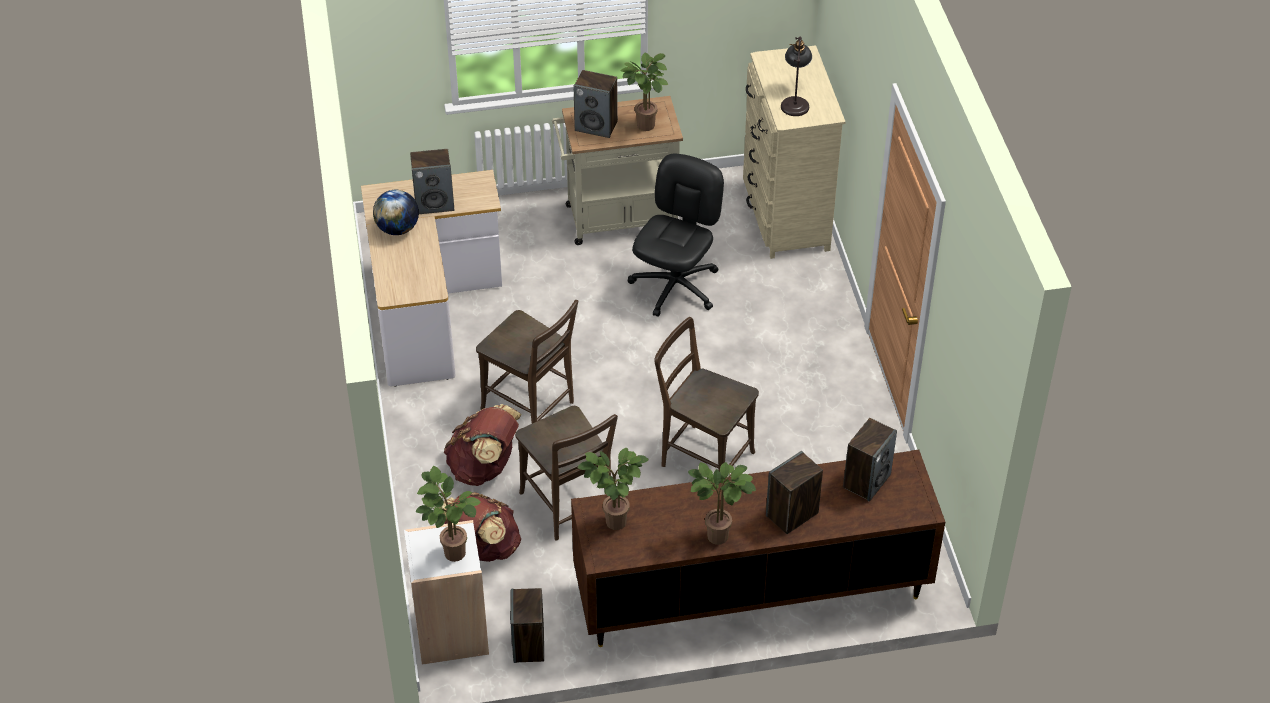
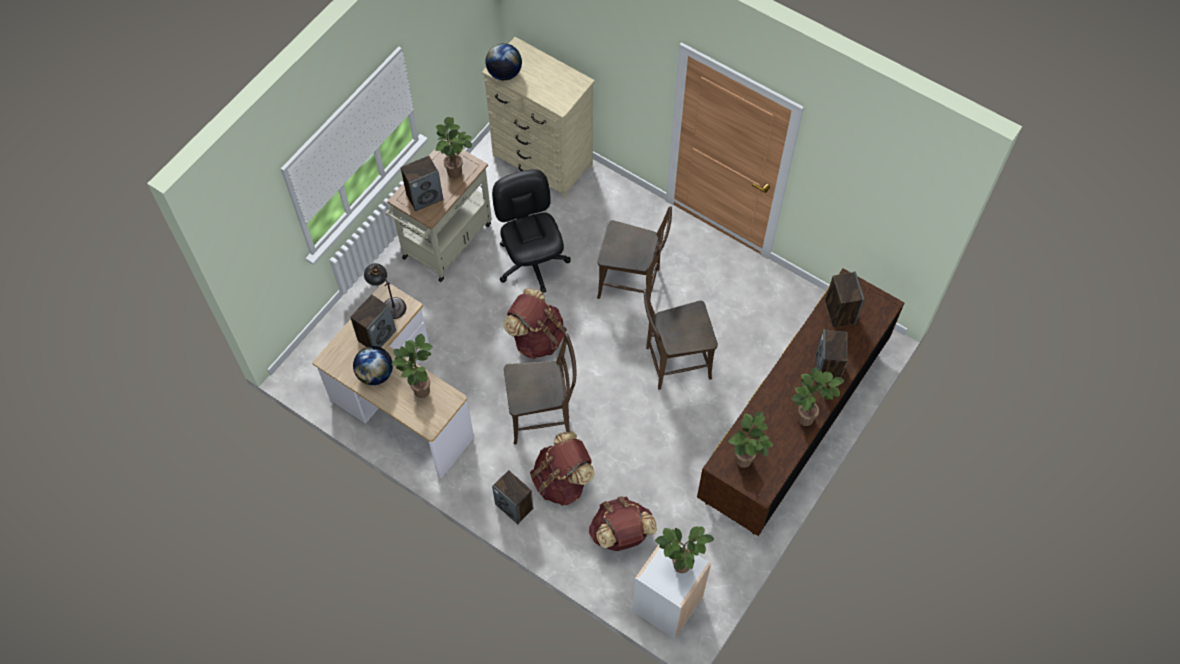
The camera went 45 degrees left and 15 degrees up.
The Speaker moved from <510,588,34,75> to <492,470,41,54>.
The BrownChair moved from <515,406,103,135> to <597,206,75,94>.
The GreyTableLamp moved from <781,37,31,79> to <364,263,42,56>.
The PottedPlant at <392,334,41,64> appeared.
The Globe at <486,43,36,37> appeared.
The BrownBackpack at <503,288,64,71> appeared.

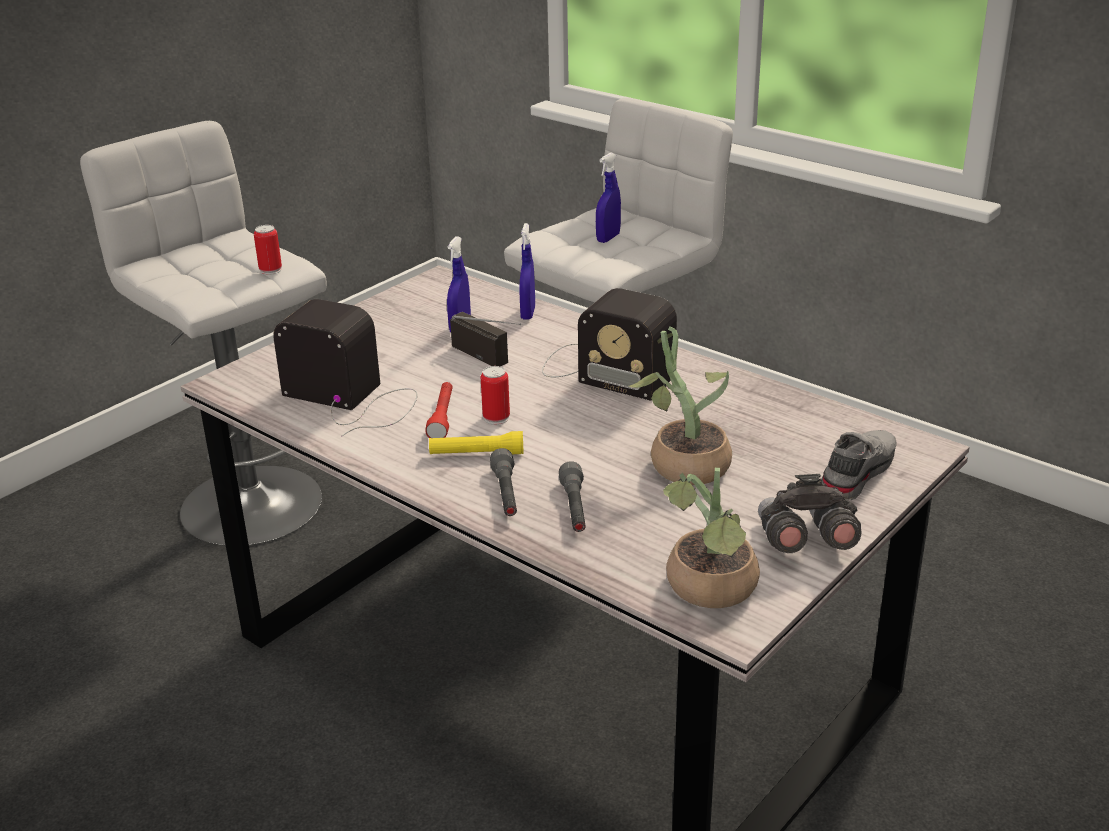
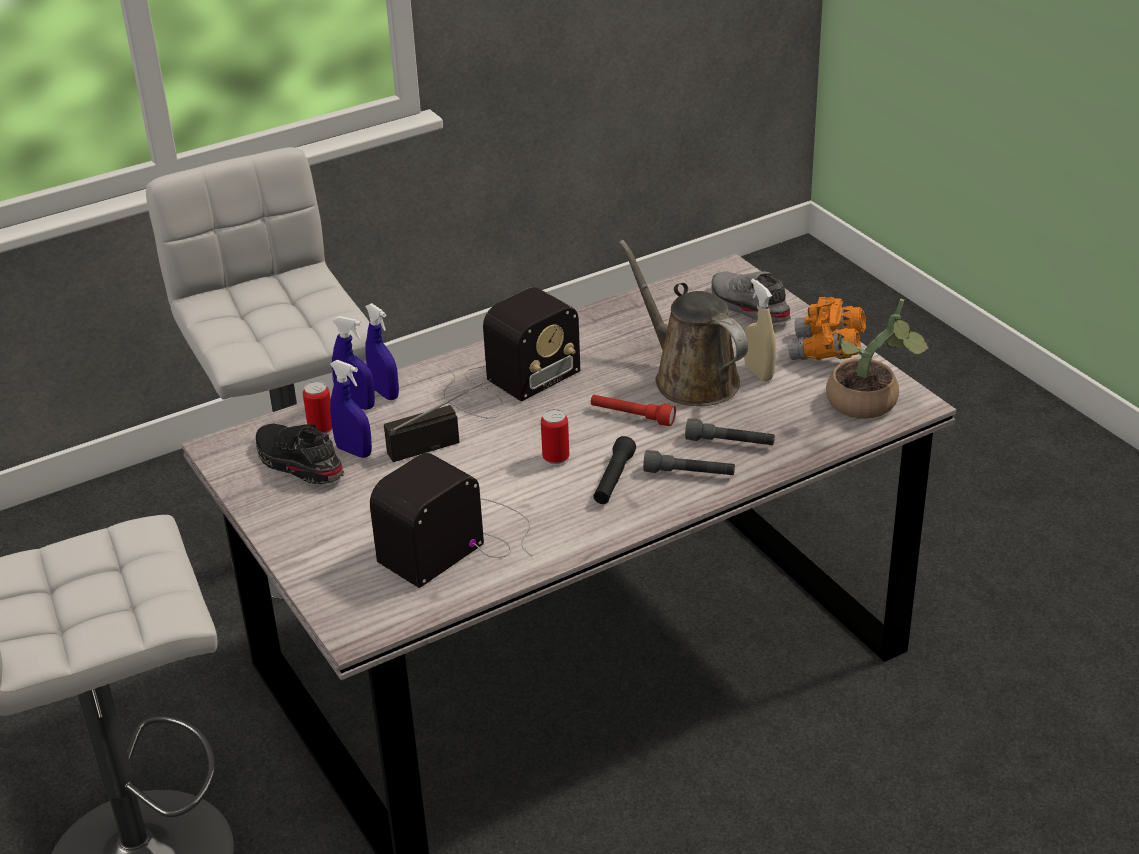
The camera went 70 degrees left and 5 degrees up.
The Can moved from <254,225,28,50> to <303,381,30,54>.
The RedFlashlight moved from <425,382,27,56> to <591,395,85,31>.
The YellowFlashlight at <429,431,95,23> became the BlackFlashlight at <593,436,43,68>.
The BlueSprayBottle moved from <596,152,25,91> to <365,303,34,97>.
The PottedPlant at <628,326,104,159> was replaced by the BrownWateringCan at <619,240,129,166>.
The GreyBinoculars at <758,474,104,79> became the OrangeBinoculars at <788,297,78,63>.
The BlackShoe at <256,424,88,60> appeared.
The BeigeSprayBottle at <744,279,32,102> appeared.

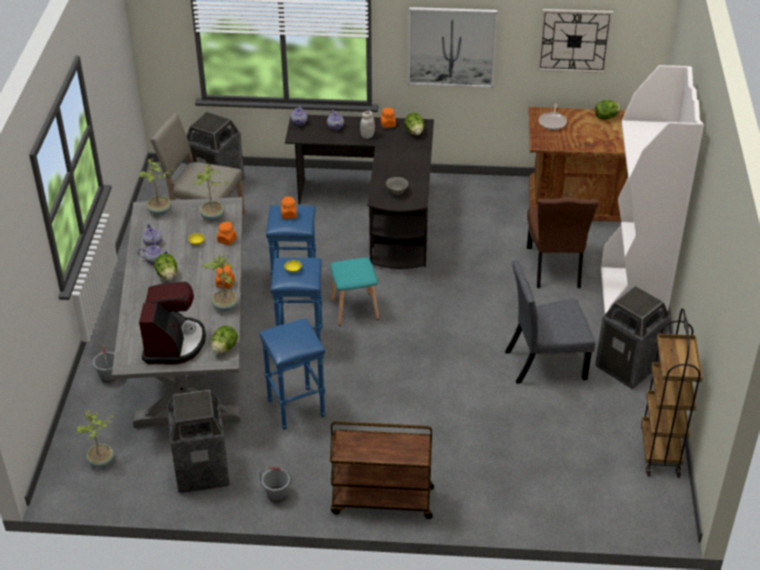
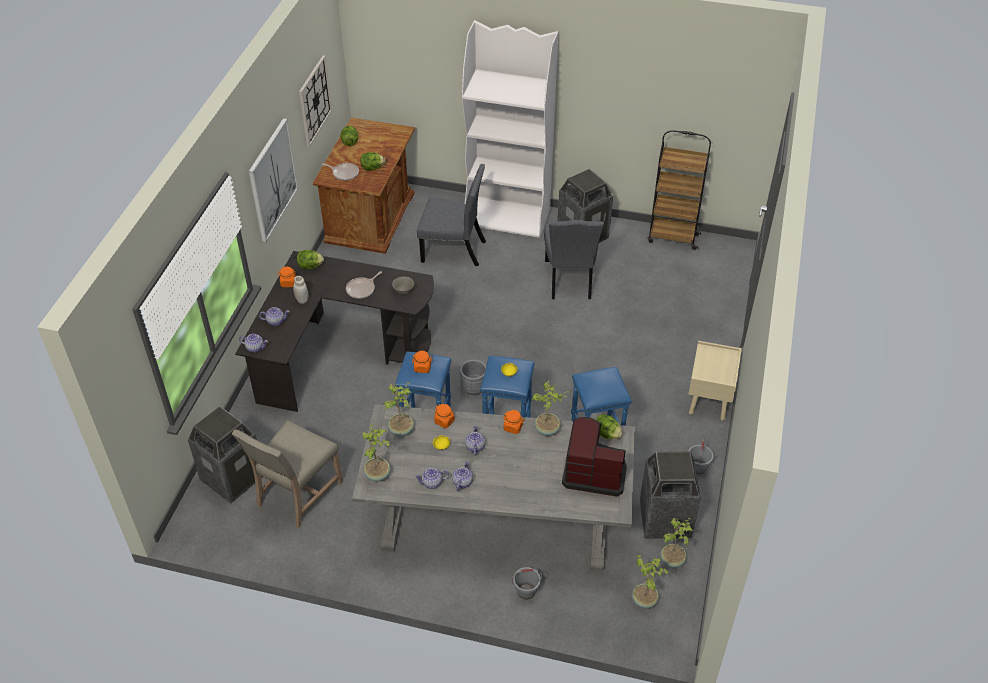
The camera went 80 degrees left and 5 degrees up.
The Lettuce moved from <154,254,23,26> to <361,152,24,19>.
The TurquoiseStool at <330,257,49,69> was replaced by the GreyPlanter at <460,359,26,36>.
The BrownCart at <330,421,104,98> was replaced by the BeigeNightstand at <688,341,54,80>.
The BrownChair at <527,197,72,91> became the GreyChair at <417,164,69,102>.
The FryingPan at <346,271,36,28> appeared.
The Teapot at <465,425,20,31> appeared.
The PottedPlant at <661,518,32,50> appeared.

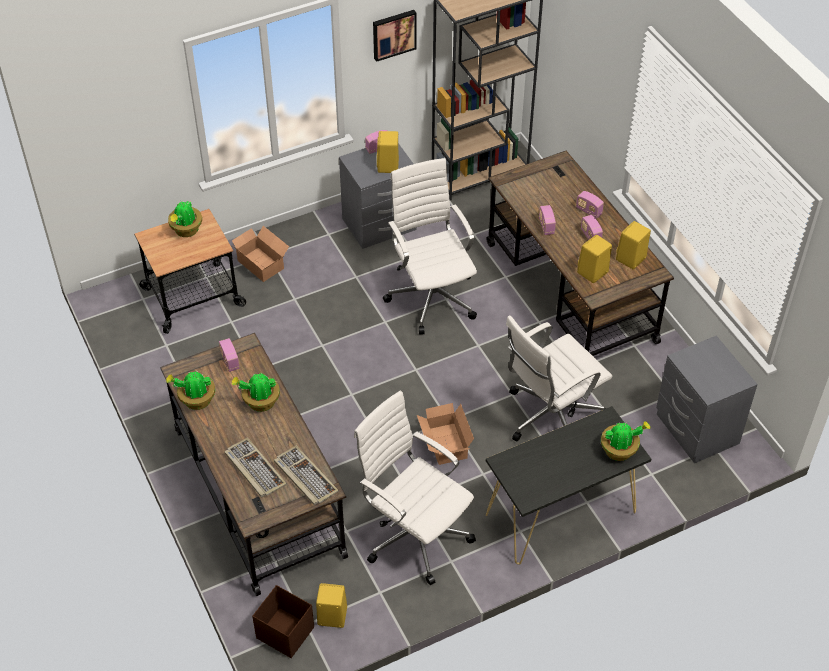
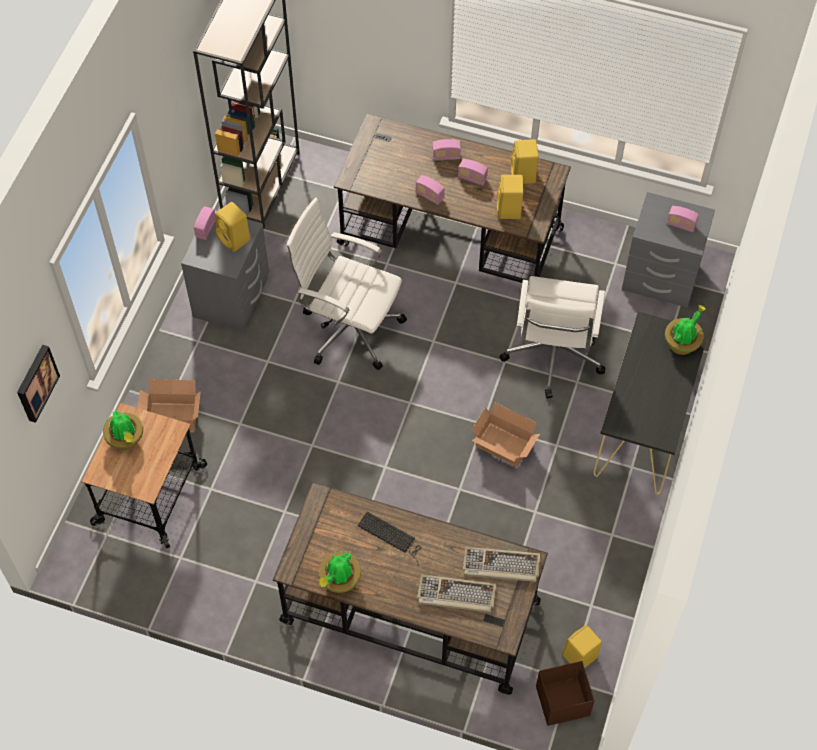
The camera went 45 degrees left and 10 degrees up.
The Radio moved from <219,338,20,34> to <667,206,32,26>.
The PottedPlant at <231,373,49,39> was replaced by the Keyboard at <358,512,64,54>.
The WhiteOfficeChair at <354,391,122,194> disappeared.
The Picture moved from <373,10,44,52> to <17,345,43,78>.

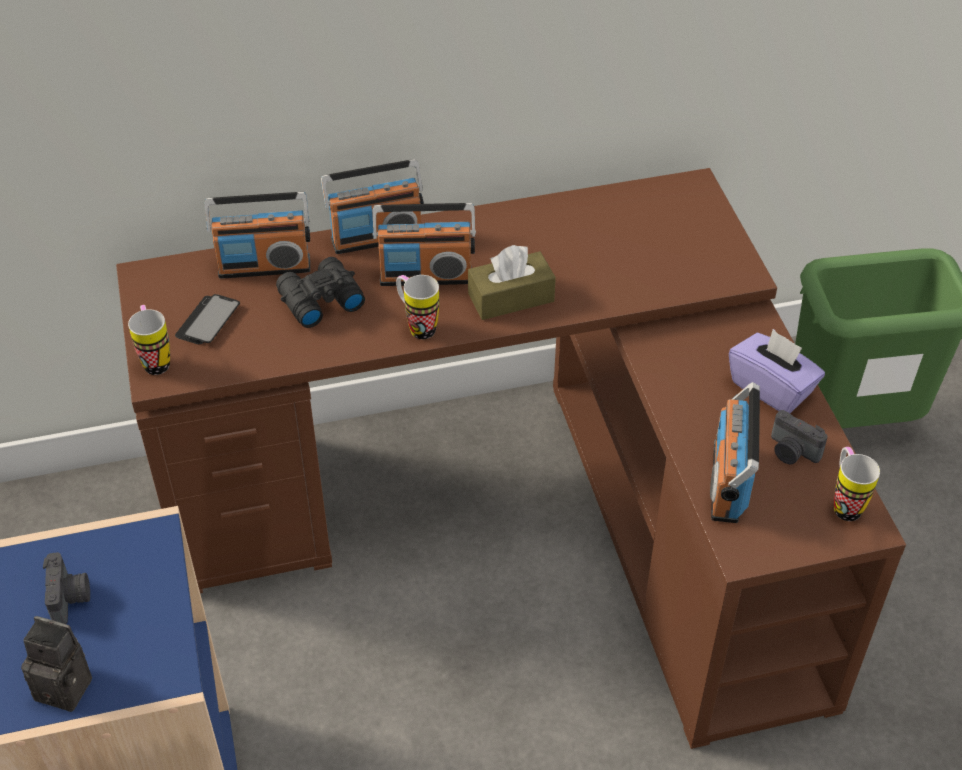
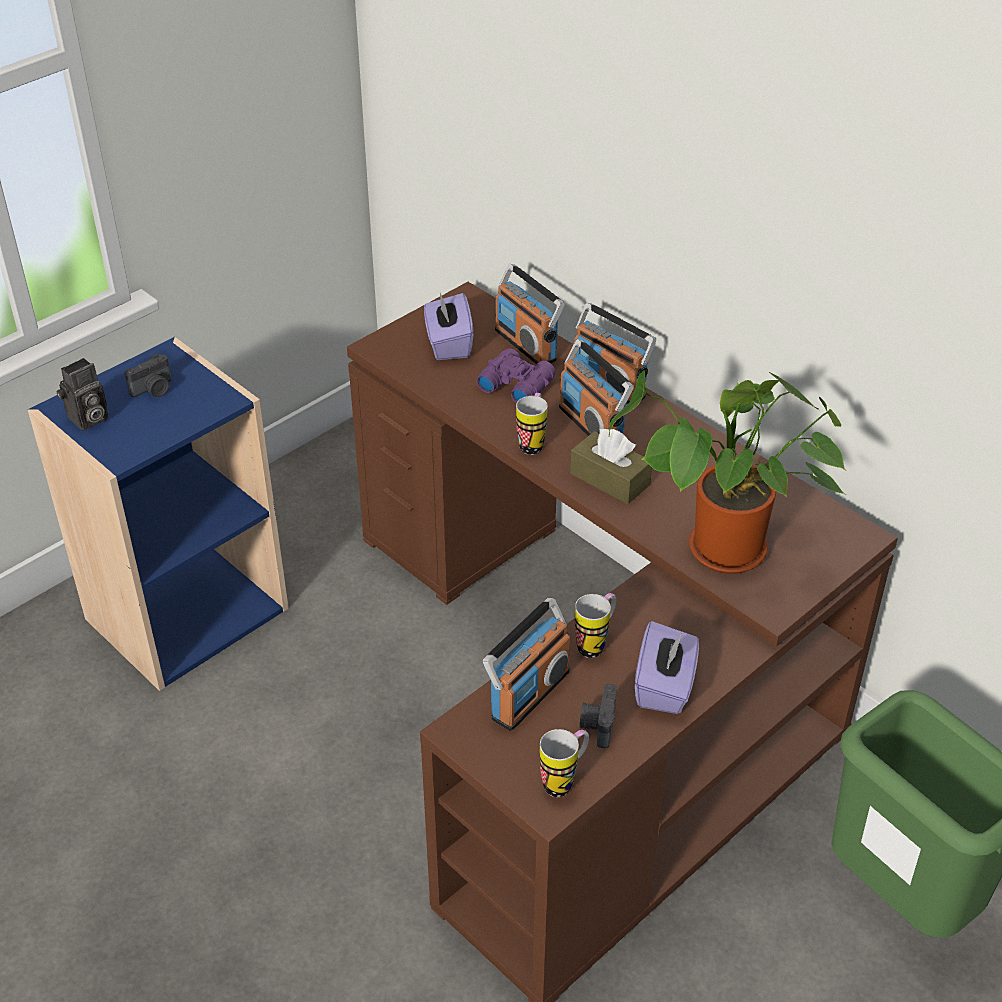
The camera went 60 degrees right and 5 degrees down.
The PhotoCamera at <21,616,71,96> turned 60 degrees clockwise.
The Mug moved from <128,305,42,70> to <575,593,41,65>.
The Phone at <175,294,65,50> was replaced by the PurpleTissueBox at <424,293,49,67>.
The BlackBinoculars at <276,257,89,71> became the PurpleBinoculars at <476,348,79,56>.
The Radio at <710,382,50,141> turned 150 degrees clockwise.
The PottedPlant at <609,370,237,204> appeared.

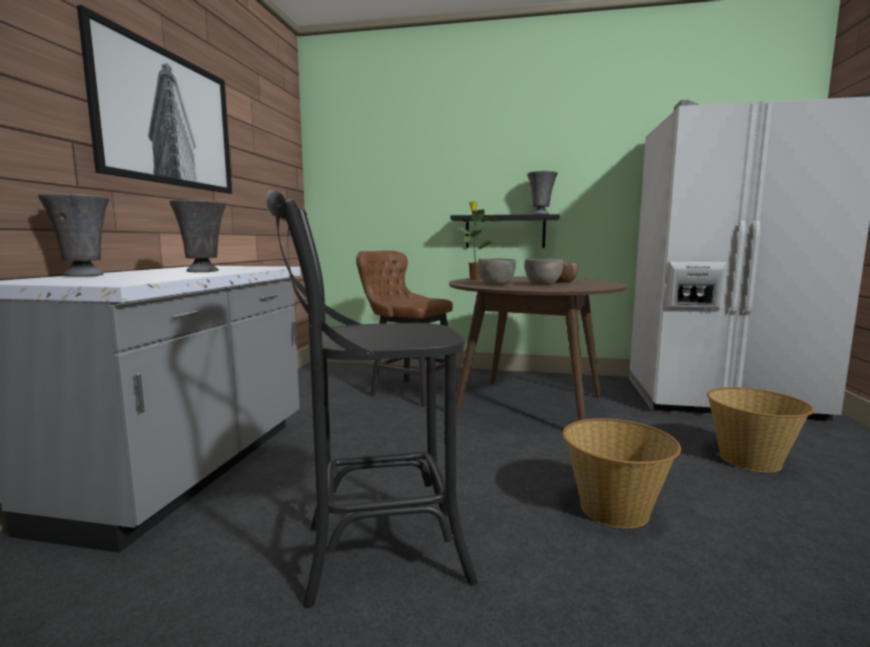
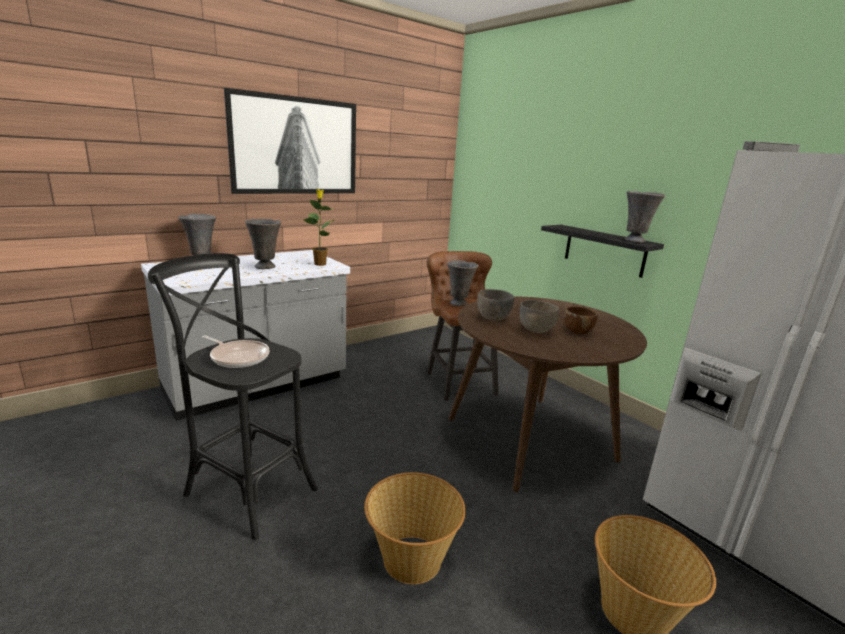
The camera went 40 degrees right and 10 degrees up.
The PottedPlant moved from <457,201,39,79> to <302,189,34,77>.
The FryingPan at <202,335,67,33> appeared.
The GreyVase at <447,261,31,45> appeared.

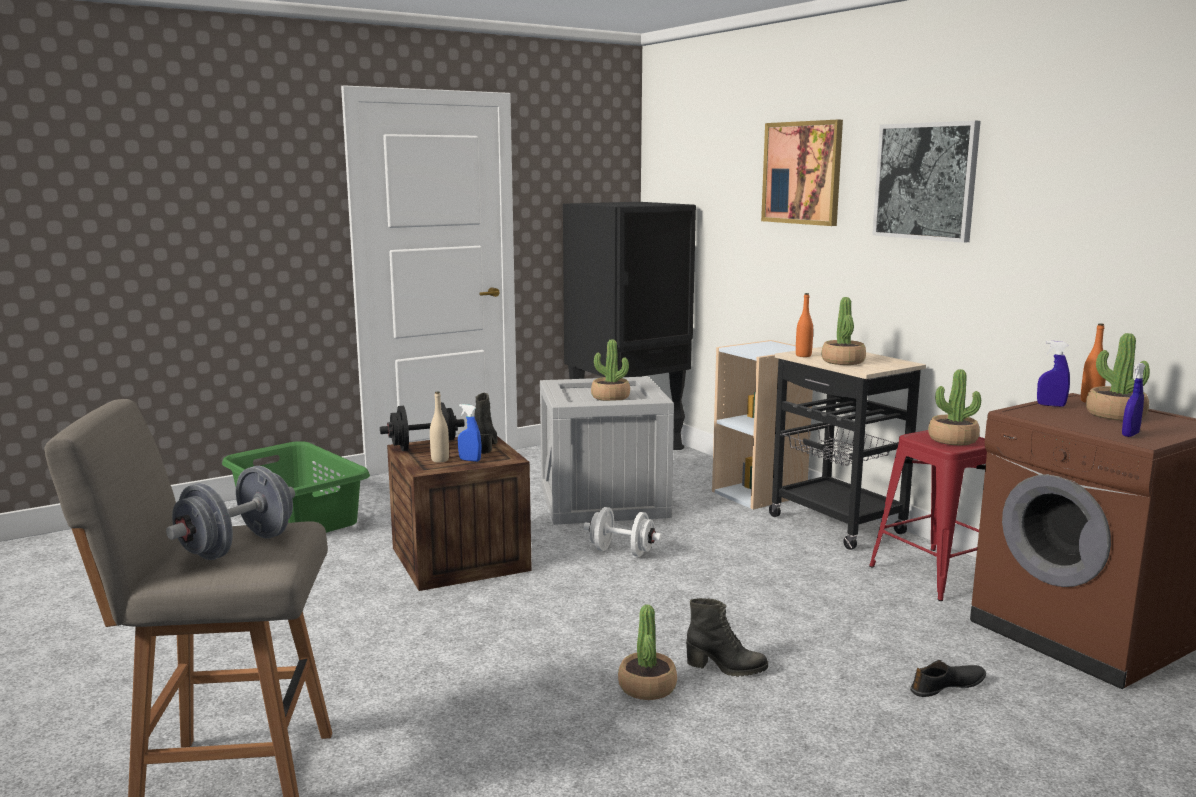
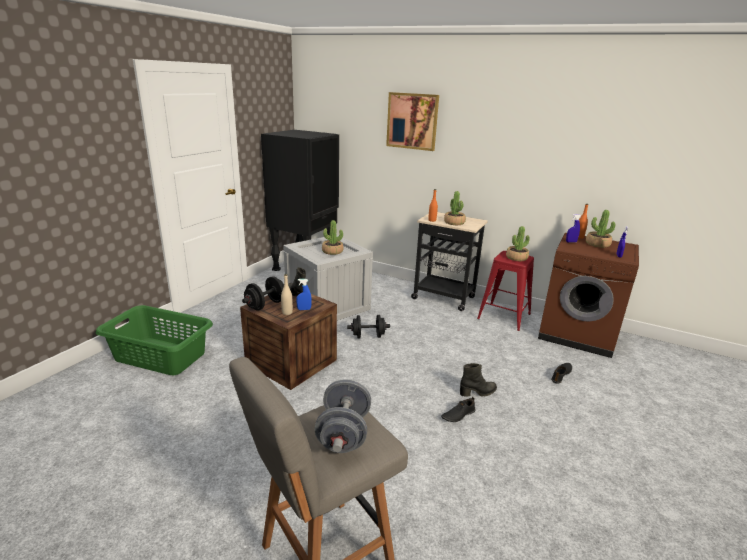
The camera went 30 degrees left and 10 degrees up.
The WhiteDumbbell at <584,507,78,50> became the BlackDumbbell at <347,315,43,24>.
The PottedPlant at <618,604,59,96> was replaced by the BlackShoe at <441,397,34,25>.
The Bookcase at <712,340,101,170> disappeared.
The Picture at <872,121,109,122> disappeared.

